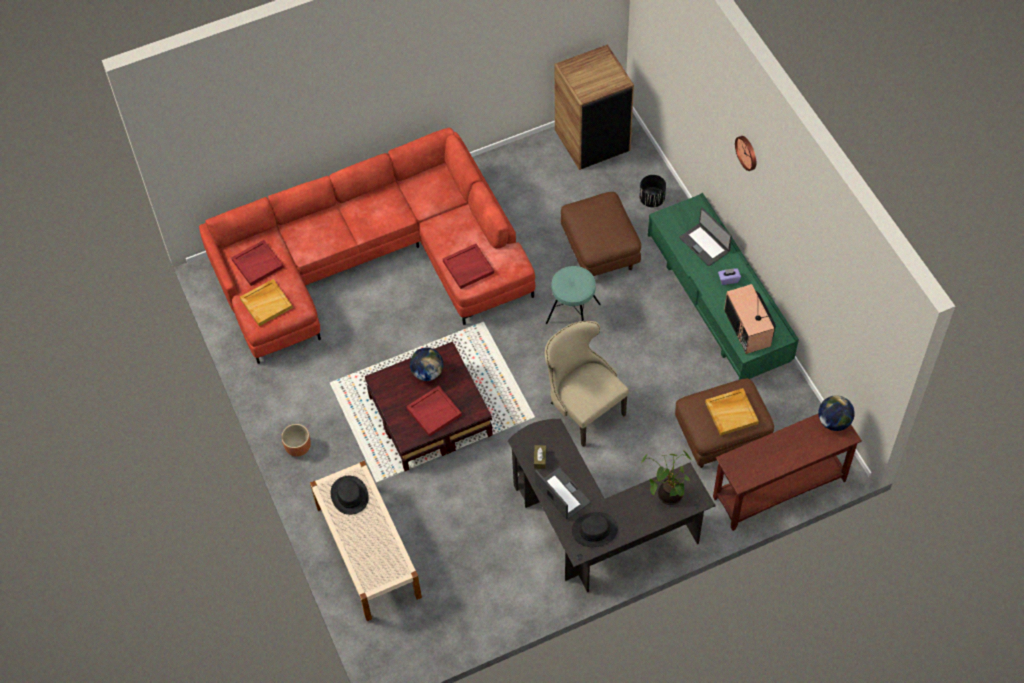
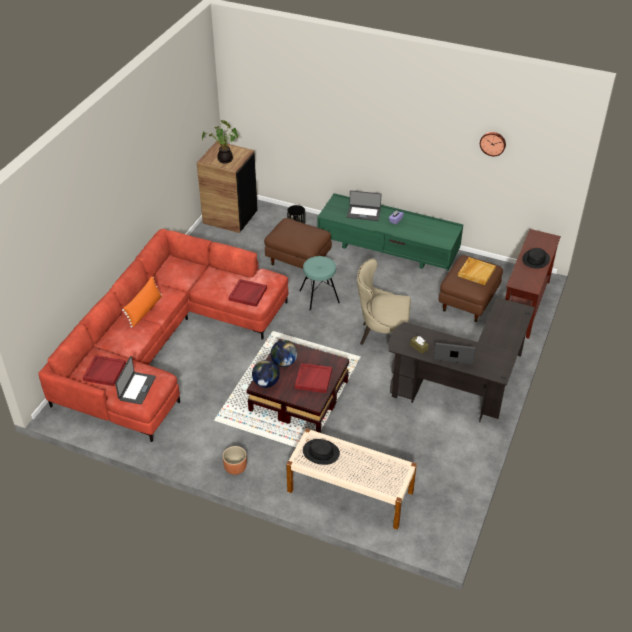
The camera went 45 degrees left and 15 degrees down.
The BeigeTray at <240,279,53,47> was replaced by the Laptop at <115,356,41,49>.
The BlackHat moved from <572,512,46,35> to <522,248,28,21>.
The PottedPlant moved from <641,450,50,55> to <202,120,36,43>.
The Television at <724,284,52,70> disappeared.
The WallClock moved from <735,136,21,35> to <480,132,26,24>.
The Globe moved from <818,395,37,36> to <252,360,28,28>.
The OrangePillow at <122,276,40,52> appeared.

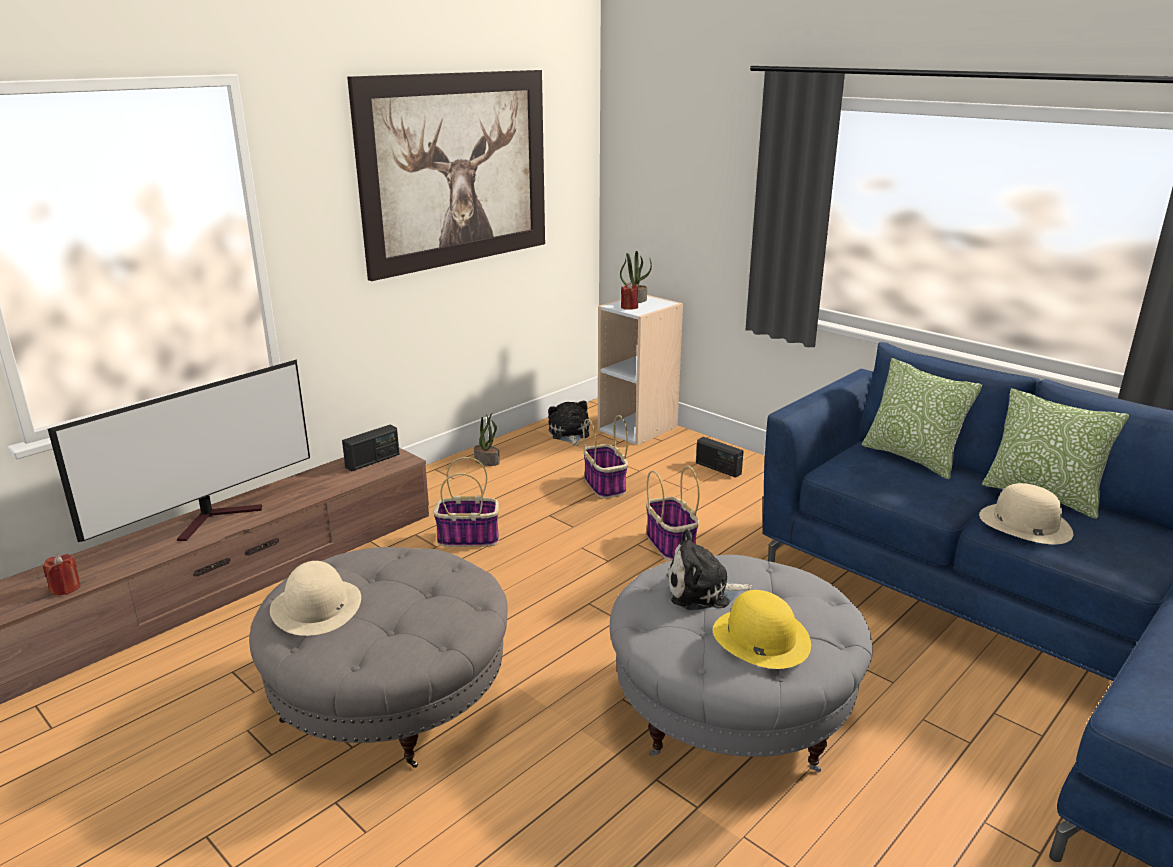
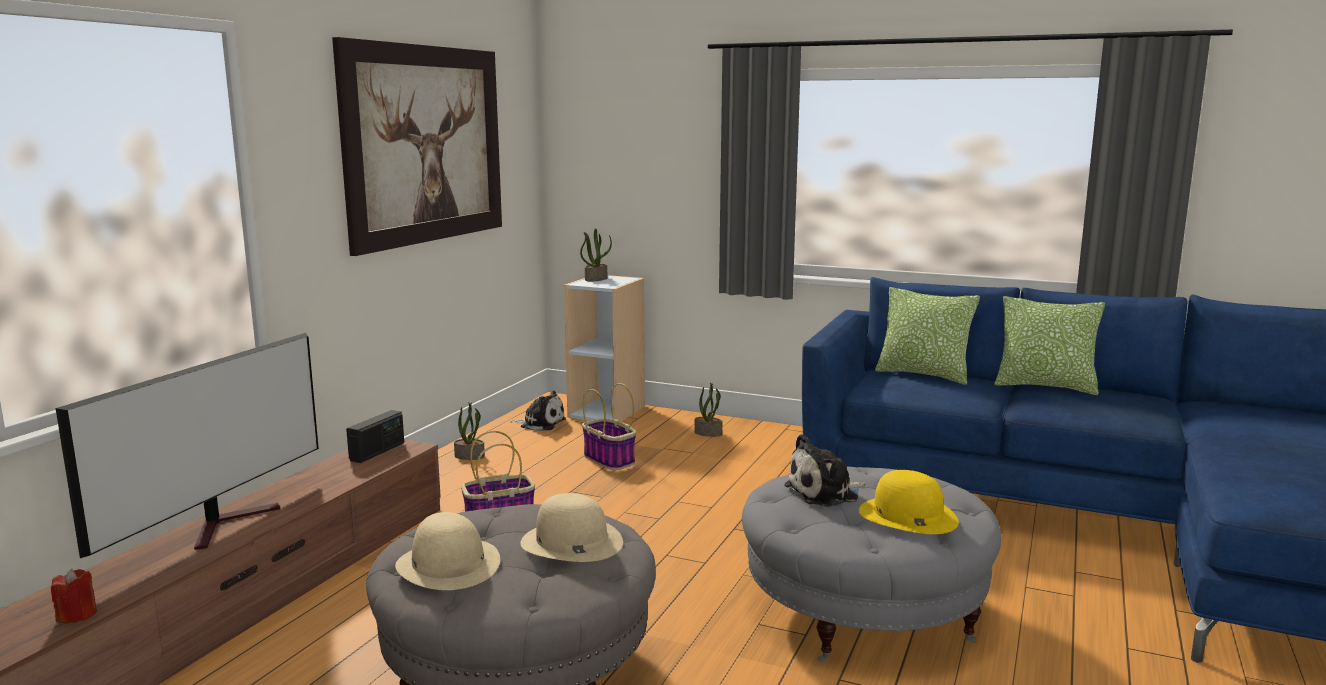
The camera went 20 degrees left and 10 degrees down.
The PlushToy at <548,401,41,45> turned 135 degrees clockwise.
The RedCandle at <621,282,17,28> disappeared.
The Basket at <646,465,54,96> disappeared.
The Radio at <696,437,48,41> was replaced by the PottedPlant at <695,382,27,55>.
The BeigeHat moved from <979,483,94,61> to <520,493,103,69>.

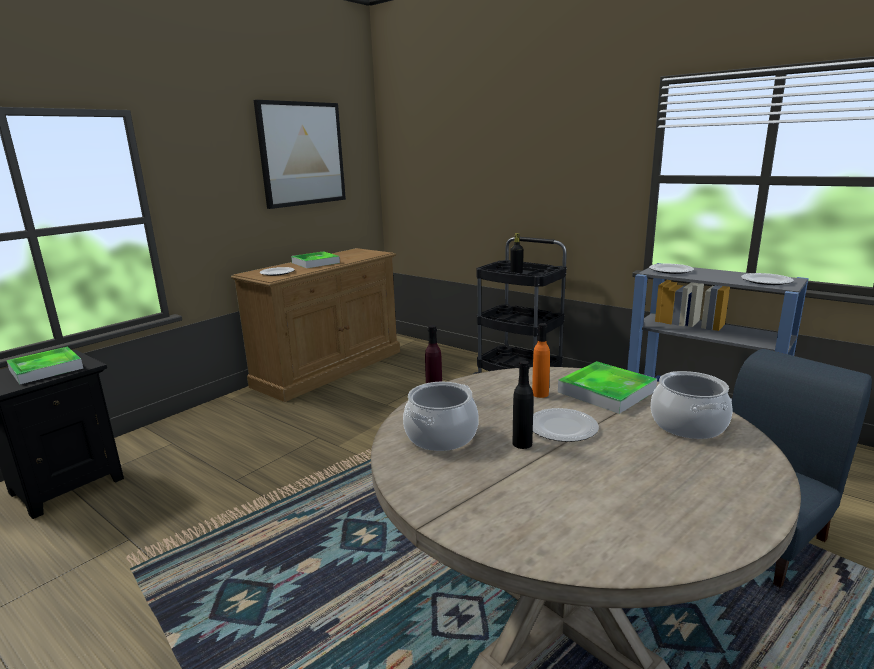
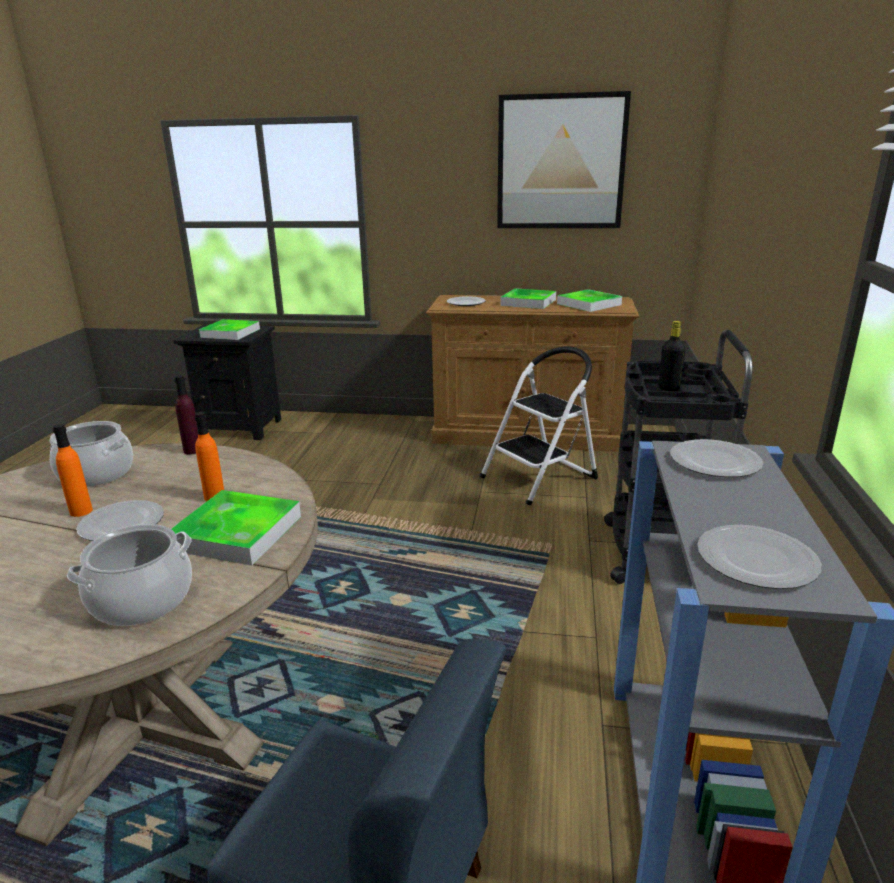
The camera went 60 degrees right and 5 degrees up.
The BlackBottle at <513,361,20,88> became the OrangeBottle at <53,424,40,93>.
The StepLadder at <480,347,118,158> appeared.
The Tray at <557,289,65,23> appeared.

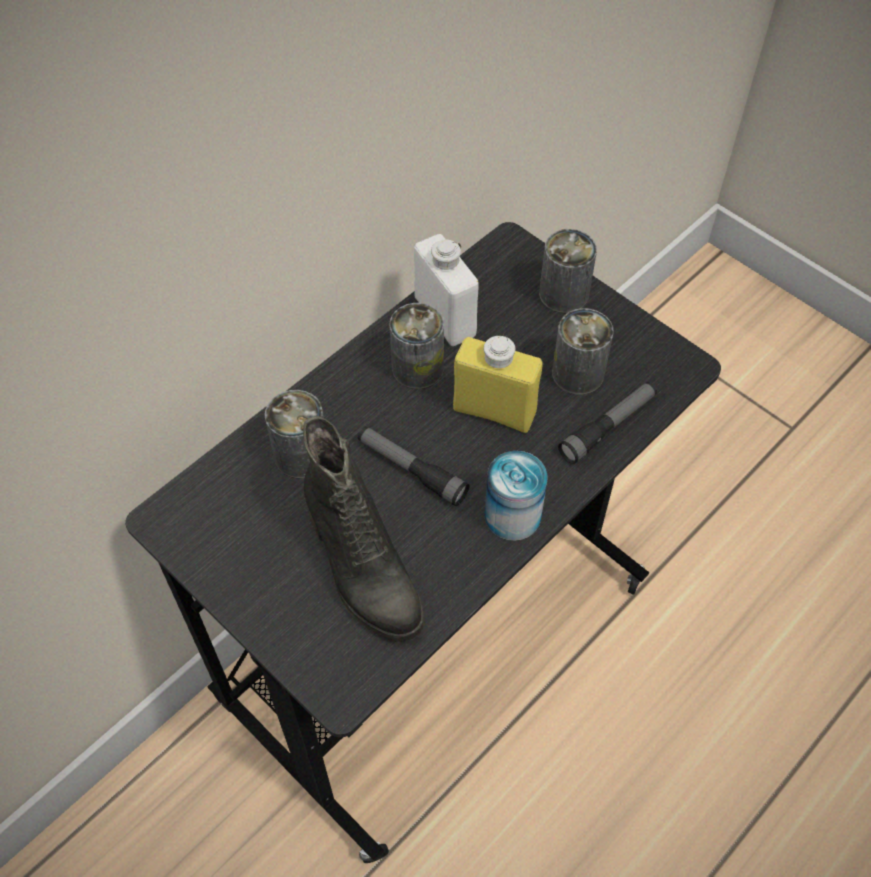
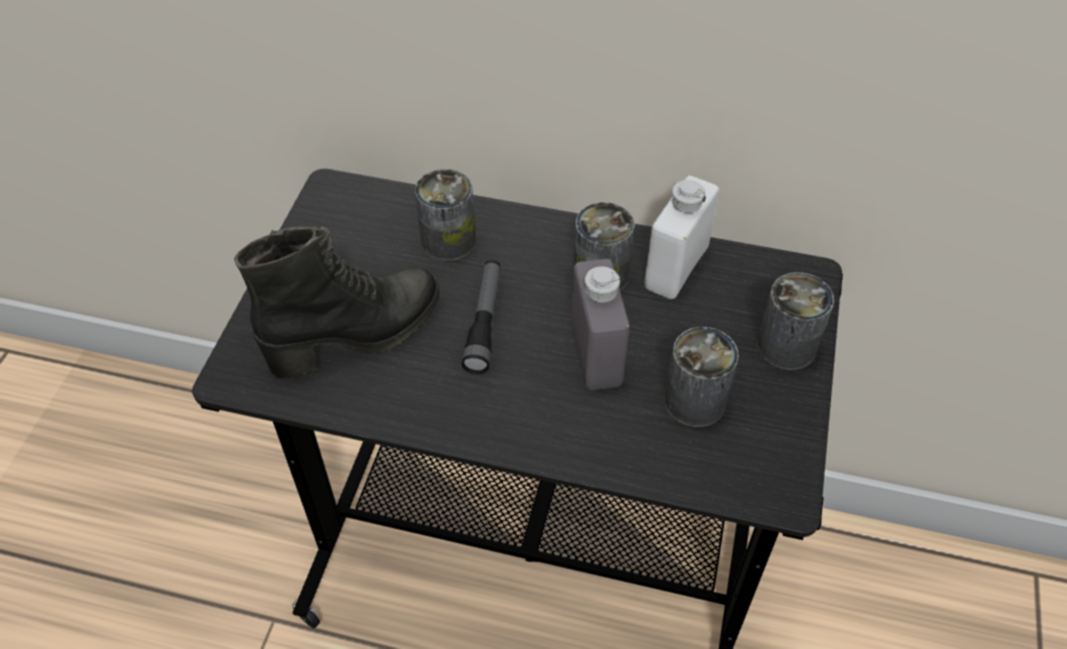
The camera went 60 degrees right and 5 degrees down.
The BlackBoot at <303,416,121,226> turned 150 degrees counterclockwise.
The YellowBottle at <453,335,89,98> became the GreyBottle at <571,259,58,131>.
The Can at <484,451,64,90> disappeared.
The Flashlight at <558,382,99,82> disappeared.

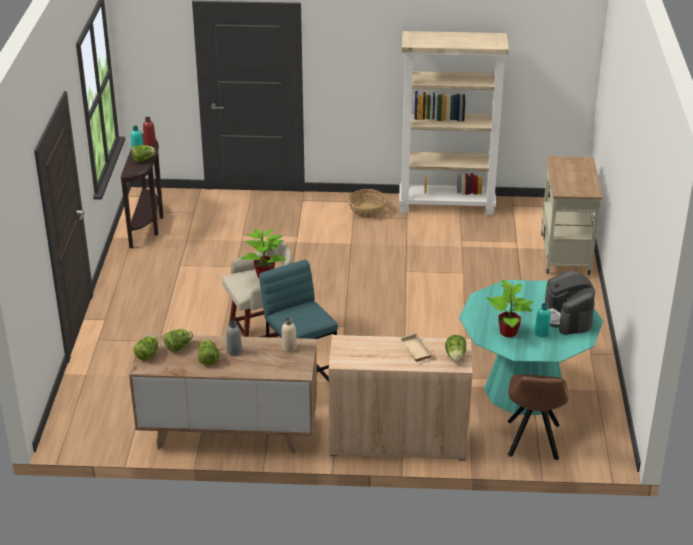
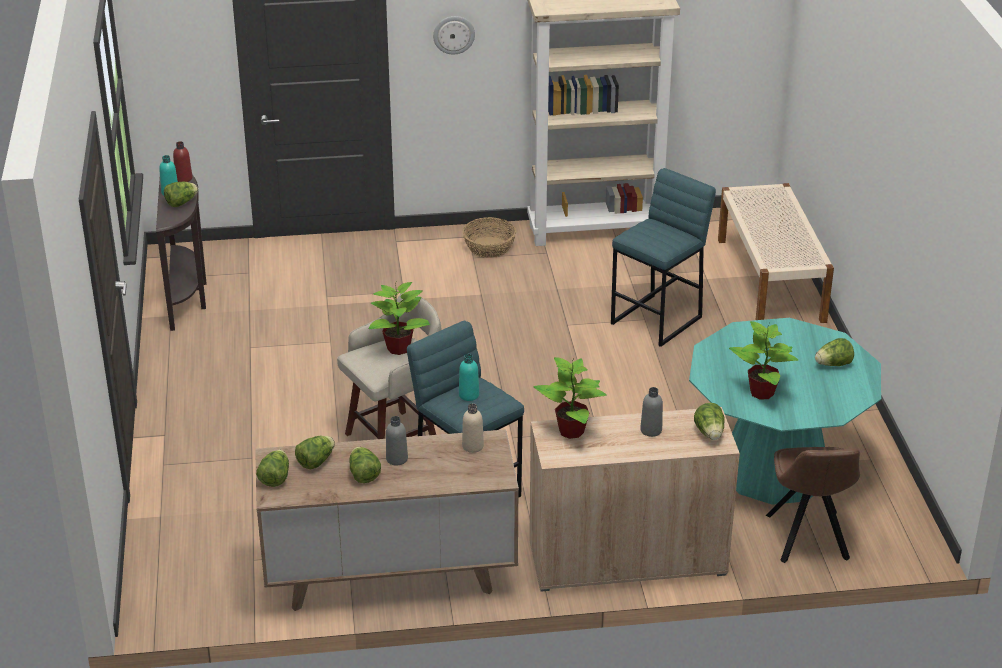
The camera went 10 degrees left and 0 degrees up.
The BeigeTray at <398,333,35,29> was replaced by the GreyBottle at <640,387,23,50>.
The TurquoiseBottle moved from <534,303,17,34> to <459,354,20,47>.
The BeigeCart at <541,156,62,119> was replaced by the BeigeBench at <718,183,116,140>.
The CoffeeMachine at <545,270,50,65> was replaced by the Lettuce at <815,338,39,28>.
The WallClock at <433,16,42,38> appeared.
The PottedPlant at <534,357,73,82> appeared.
The TurquoiseStool at <611,168,105,179> appeared.

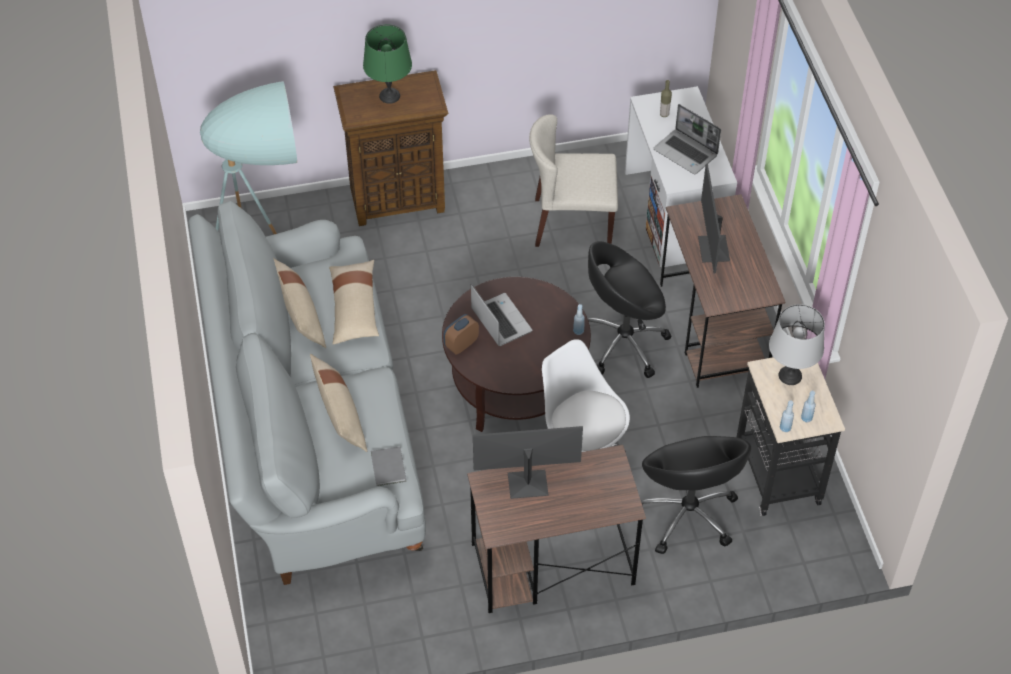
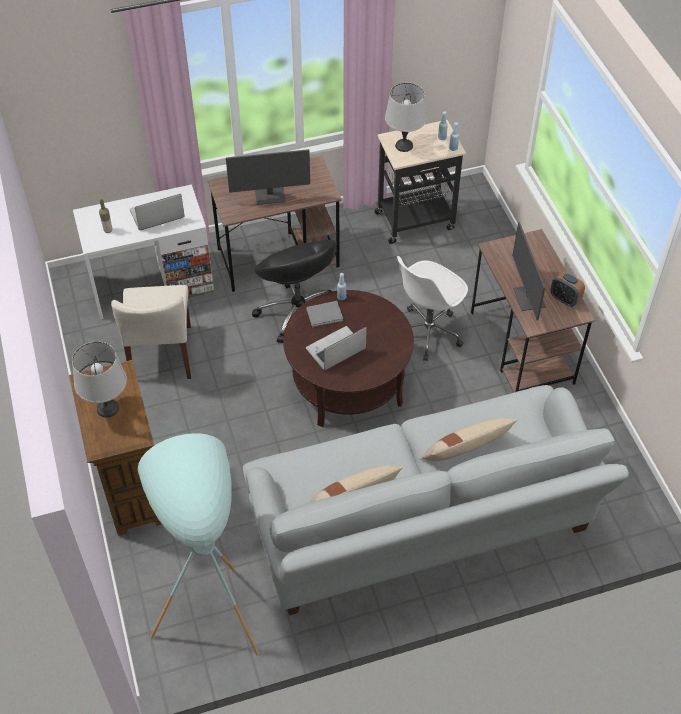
The camera went 95 degrees left and 0 degrees up.
The BeigePillow at <329,260,50,84> disappeared.
The GreenTableLamp at <363,24,49,80> became the GreyTableLamp at <72,341,55,77>.
The GreyBook moved from <371,447,35,39> to <306,301,37,27>.
The AlarmClock moved from <443,314,36,40> to <550,271,35,36>.
The BlackOfficeChair at <641,436,110,118> disappeared.
The Laptop at <653,104,68,70> turned 150 degrees counterclockwise.

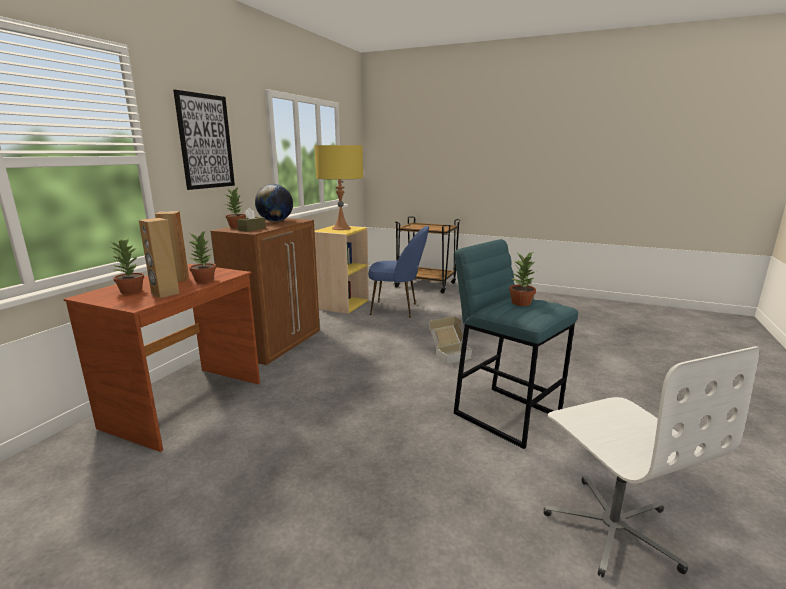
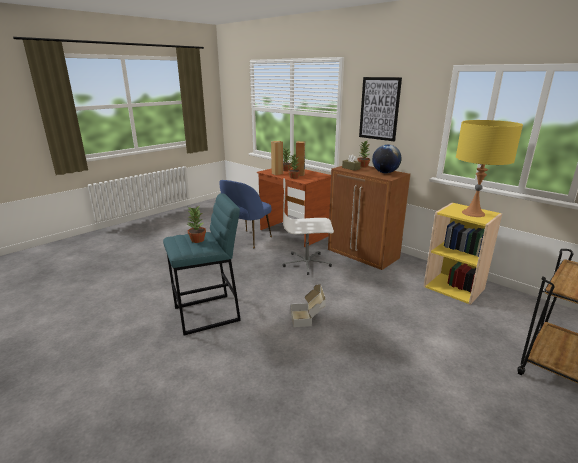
The camera went 110 degrees right and 5 degrees up.
The BlueChair moved from <368,226,61,91> to <219,180,53,68>.
The WhiteOfficeChair moved from <543,346,216,231> to <283,178,51,97>.

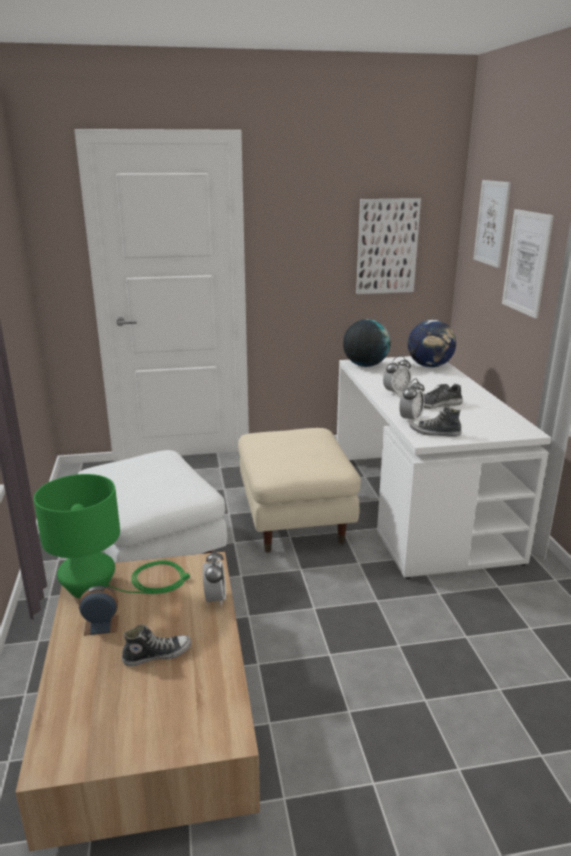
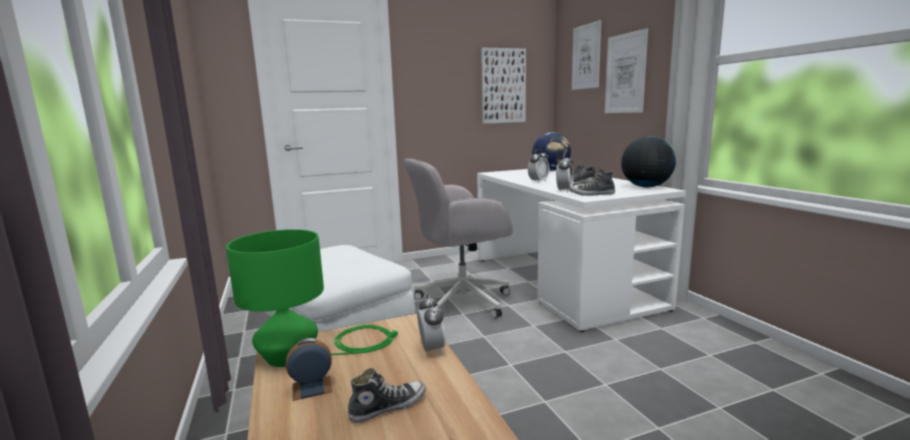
The camera went 10 degrees left and 10 degrees down.
The BeigeOttoman at <238,428,123,125> was replaced by the GreyOfficeChair at <404,158,109,160>.
The Globe moved from <343,319,48,48> to <621,136,55,51>.

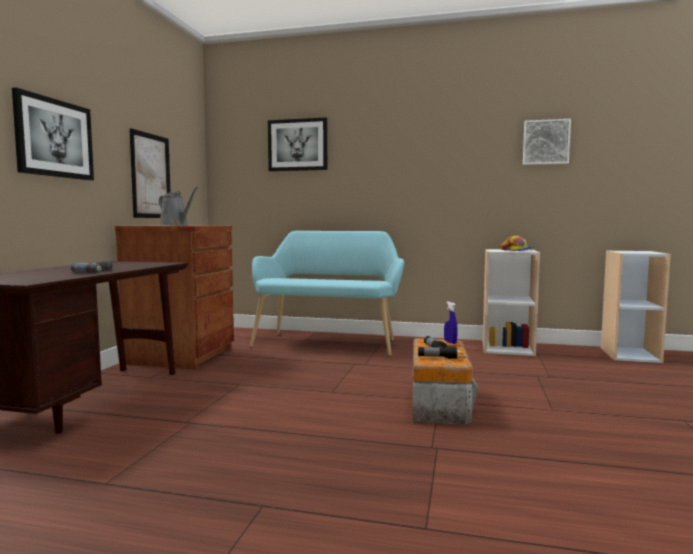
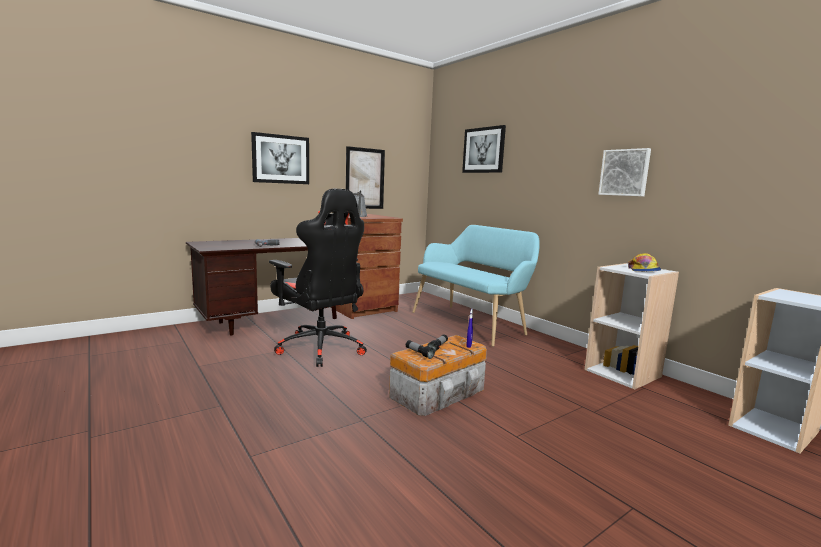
The camera went 40 degrees right and 5 degrees up.
The Picture moved from <523,119,48,46> to <598,148,53,48>.
The BlackOfficeChair at <269,189,98,178> appeared.

